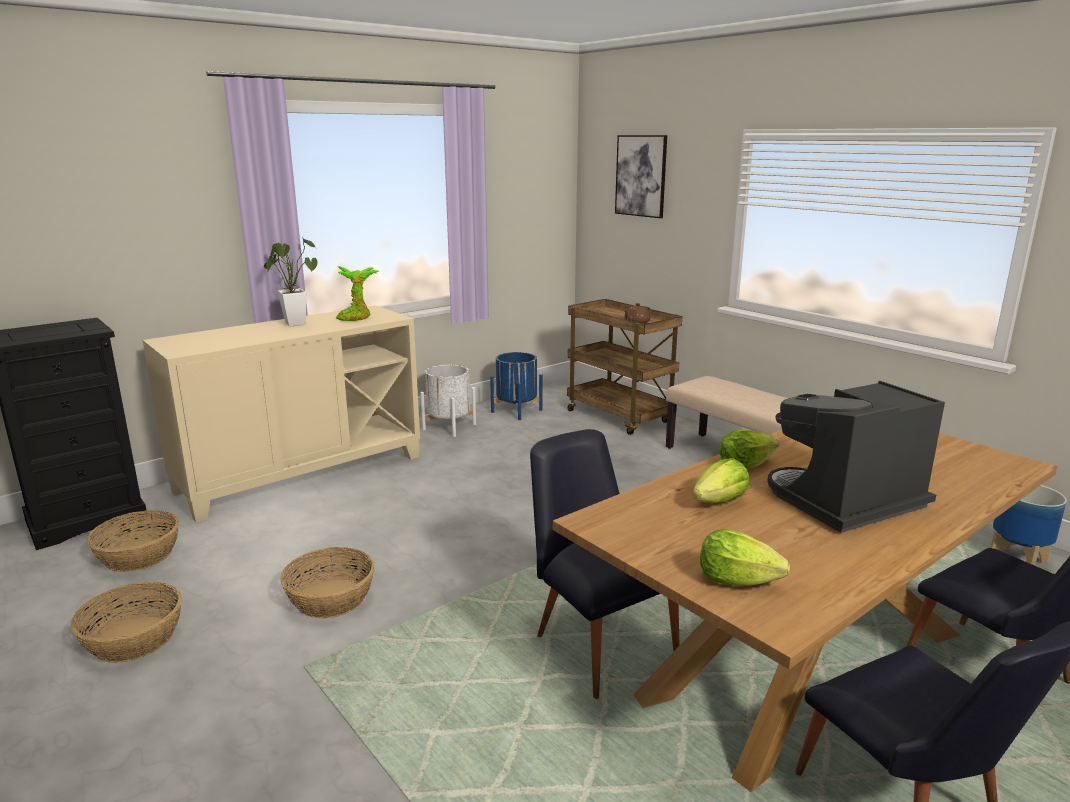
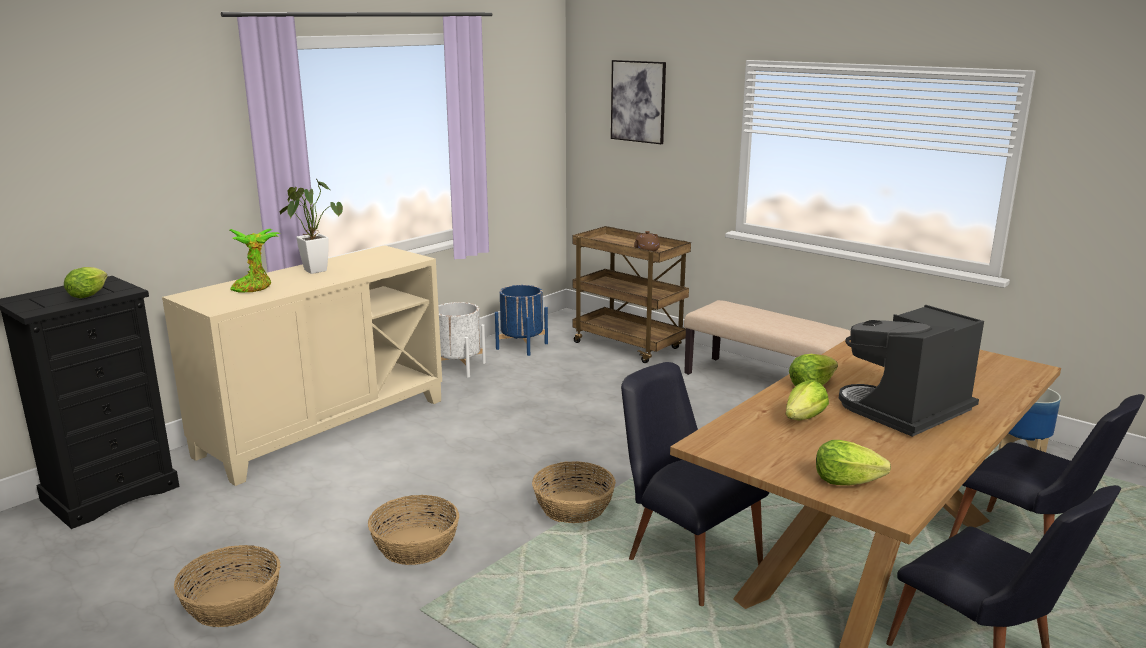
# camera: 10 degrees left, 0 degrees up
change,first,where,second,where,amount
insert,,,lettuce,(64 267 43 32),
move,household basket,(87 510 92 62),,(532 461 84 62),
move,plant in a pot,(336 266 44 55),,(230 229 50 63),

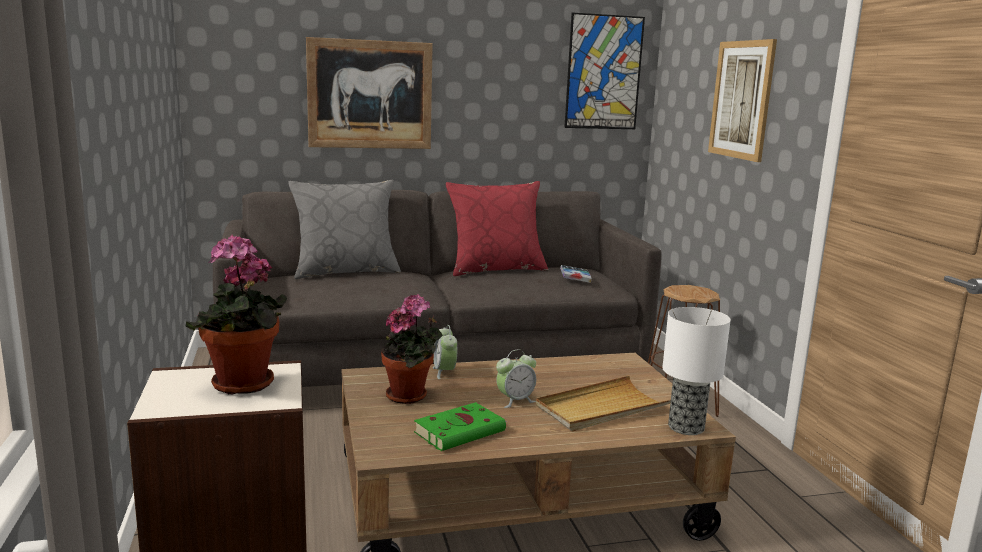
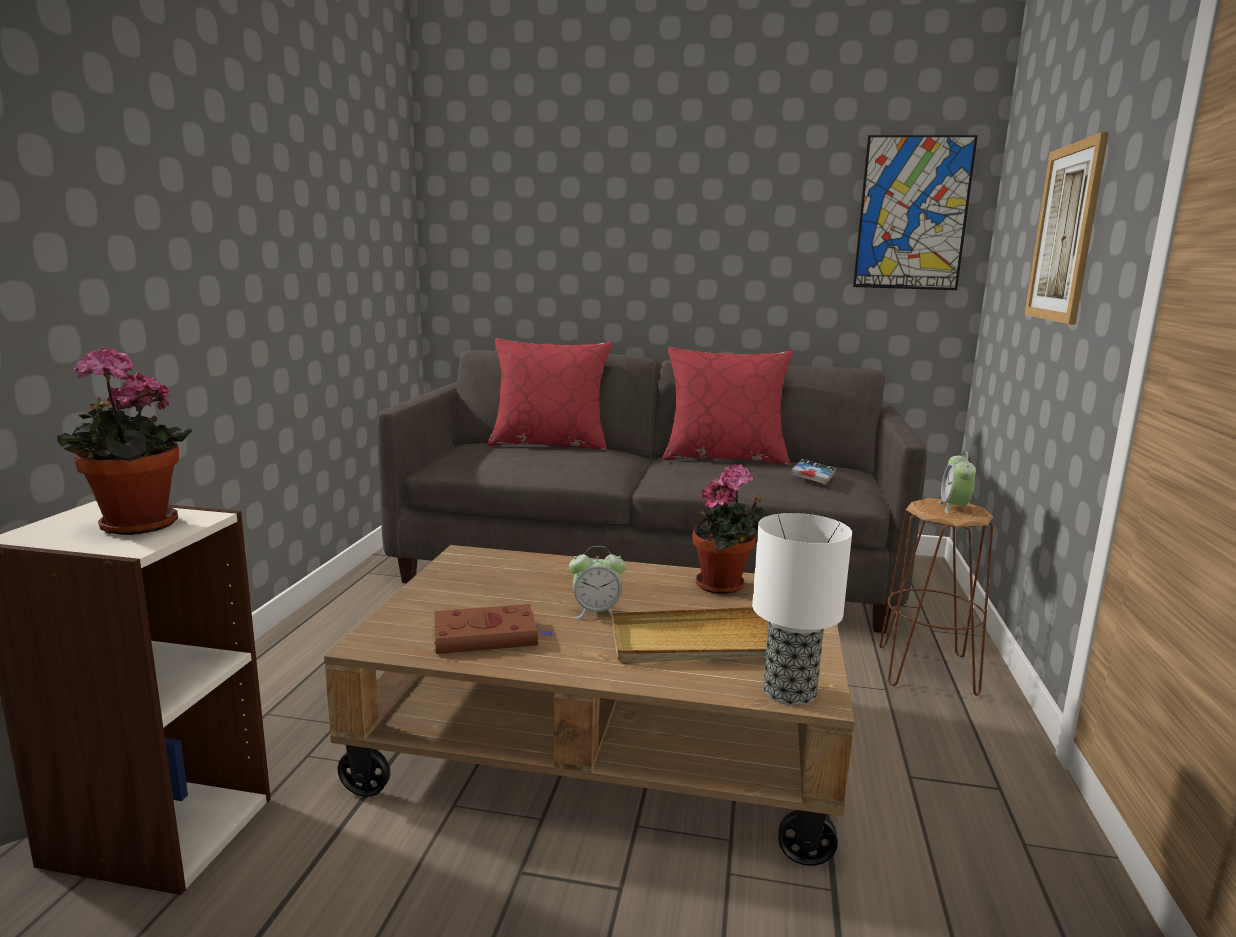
# camera: 25 degrees right, 0 degrees up
change,first,where,second,where,amount
delete,wall picture,(306 37 127 112),,,
move,plant in a pot,(381 294 62 110),,(692 464 75 130),
move,table clock,(433 325 24 54),,(938 451 38 63),
recolor,gray throw pillow,(288 180 113 99),red-coloured throw pillow,(487 338 126 113),
recolor,green book,(414 402 92 49),brownish book,(433 604 121 50),

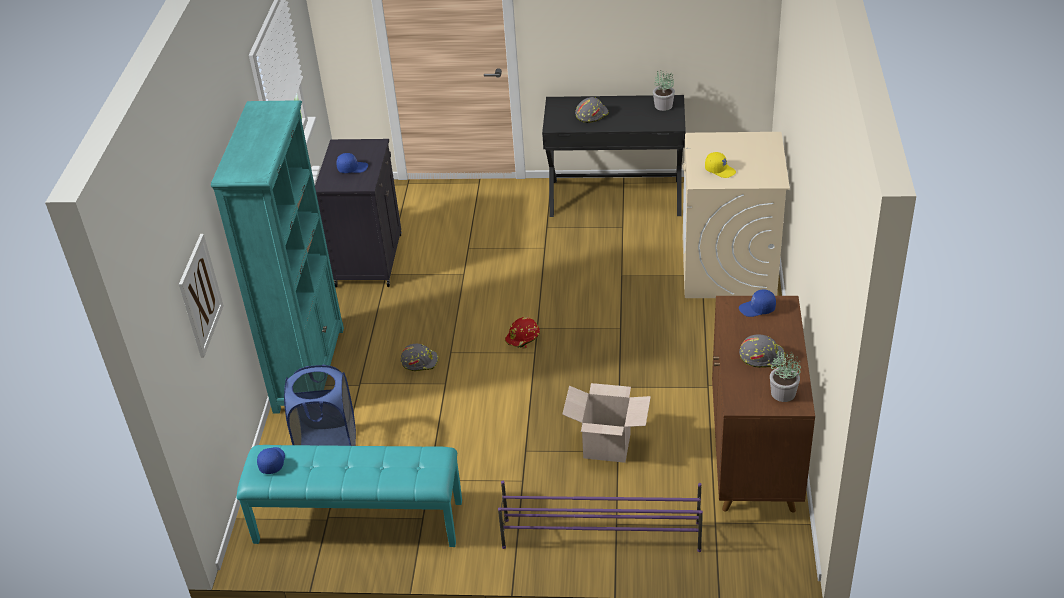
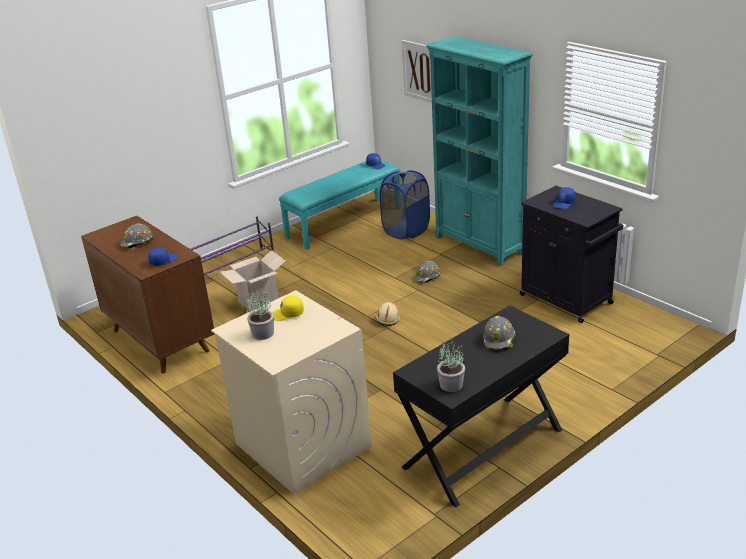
# camera: 135 degrees right, 10 degrees down
change,first,where,second,where,amount
move,plant in a pot,(770 350 31 52),,(247 290 27 50),
recolor,red-coloured hard hat,(505 317 35 32),beige hard hat,(375 302 25 24),

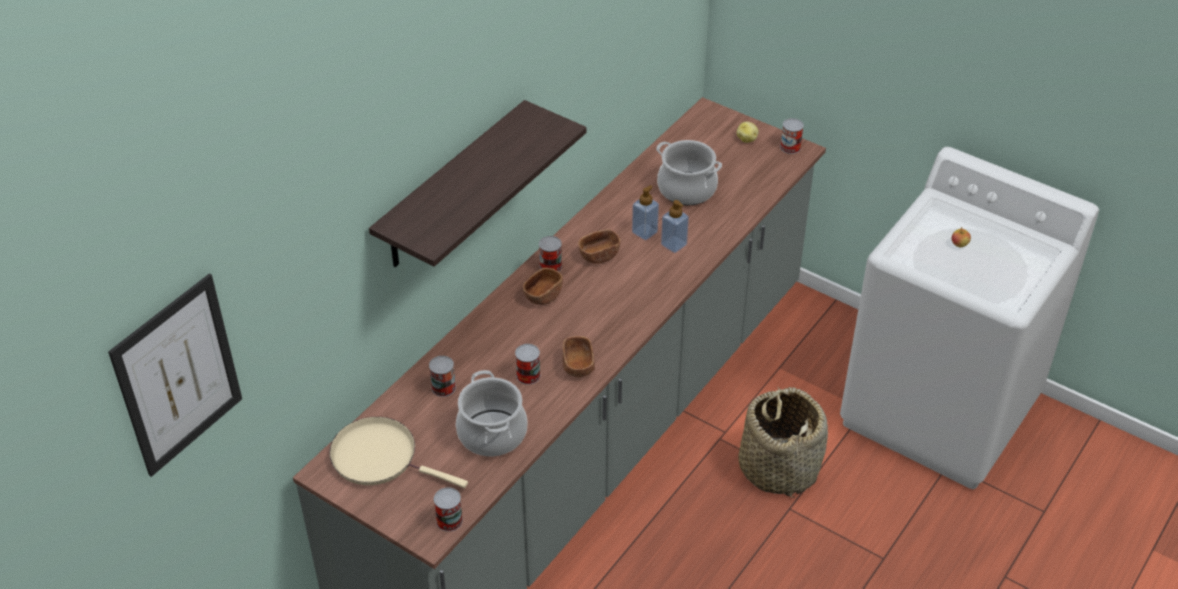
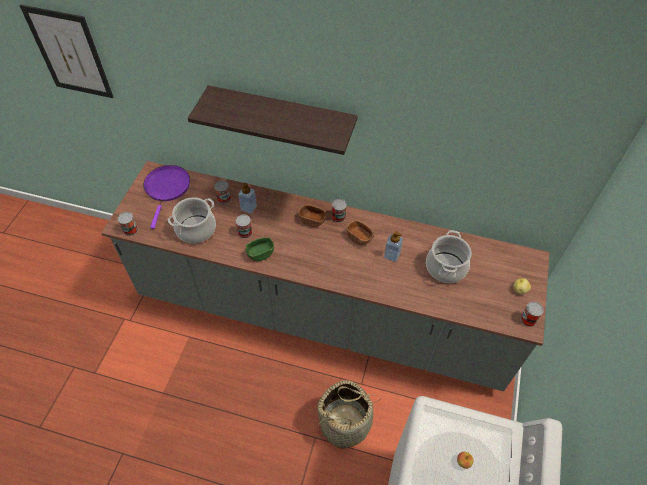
# camera: 70 degrees right, 10 degrees up
change,first,where,second,where,amount
move,liquid soap bottle,(661 200 28 53),,(238 183 19 30),
recolor,beige skillet,(329 417 139 71),purplish skillet,(144 165 46 64),
recolor,brownish bowl,(562 336 33 41),green bowl,(245 237 29 24),

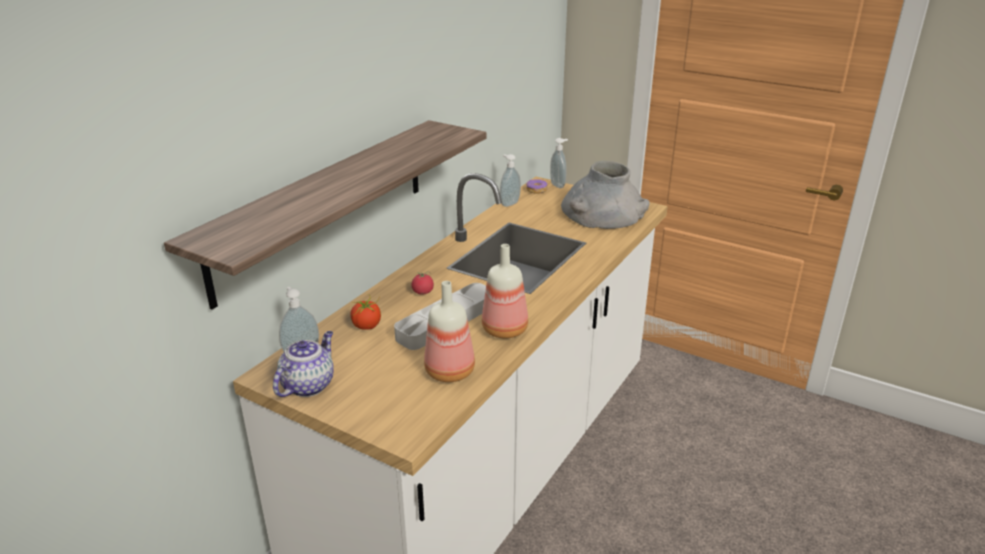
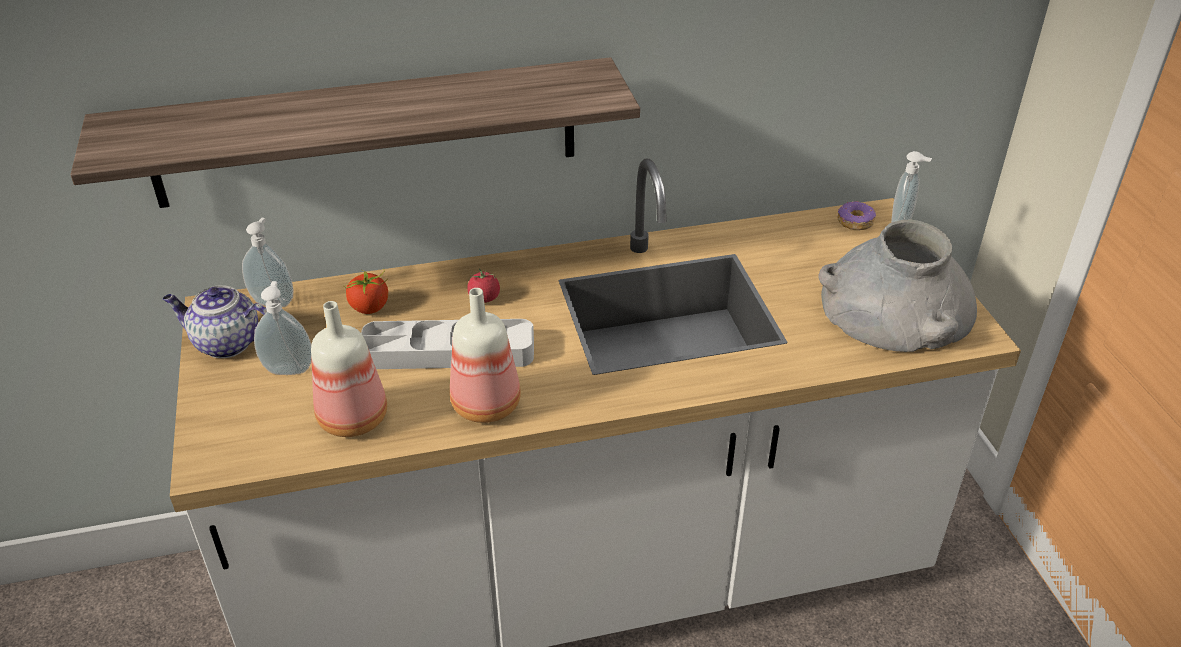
# camera: 45 degrees right, 10 degrees up
change,first,where,second,where,amount
move,liquid soap bottle,(500 154 21 53),,(254 281 58 94),
rotate,tea pot,(273 331 61 66),,(162 285 105 73),150 degrees counterclockwise

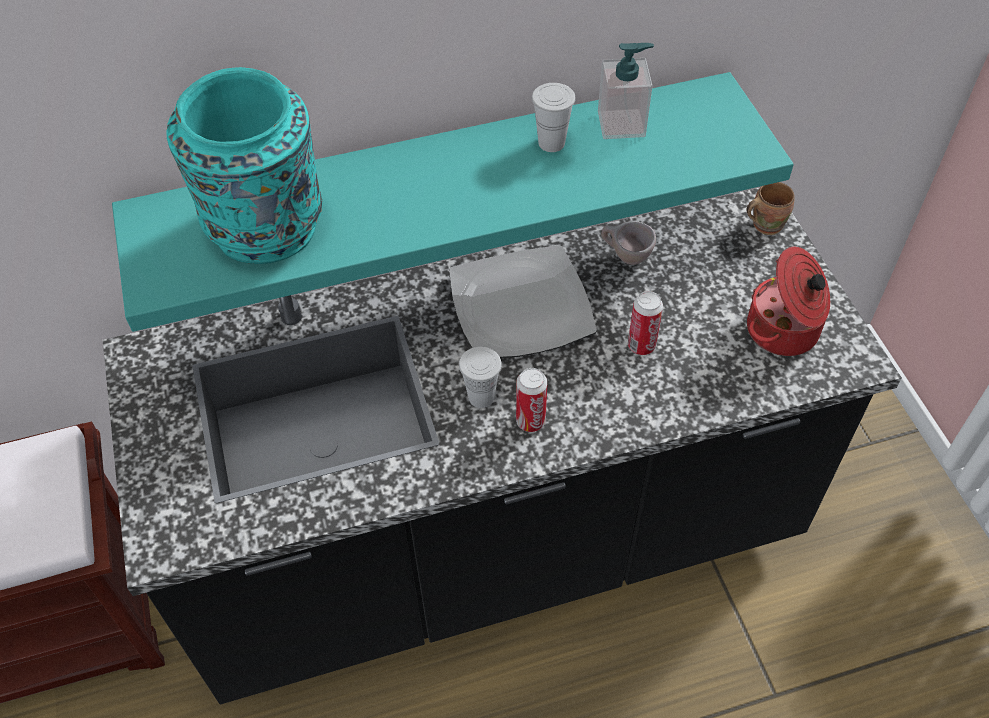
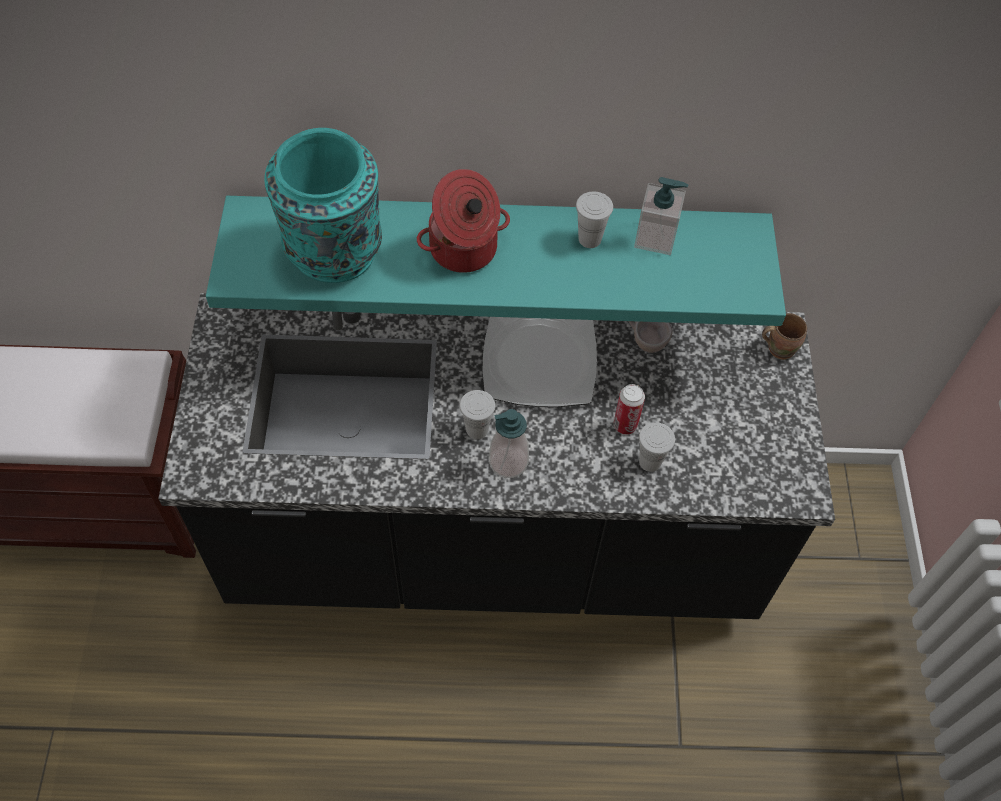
# camera: 15 degrees right, 5 degrees up
change,first,where,second,where,amount
insert,,,white-coloured drinking cup,(639 422 36 50),
move,cooking pot,(747 247 83 109),,(417 169 93 104),
replace,can,(516 368 32 64),liquid soap bottle,(489 409 40 69),

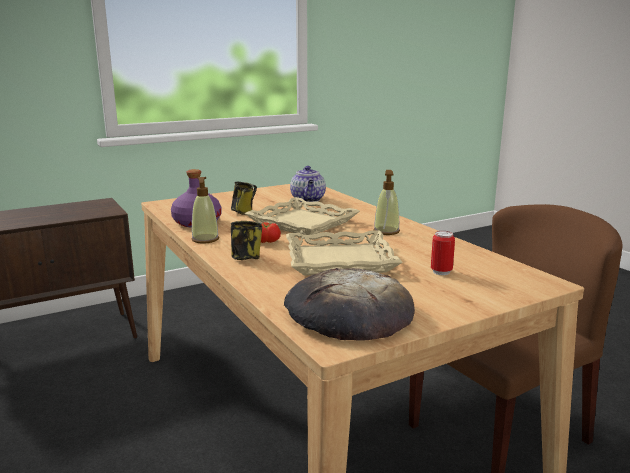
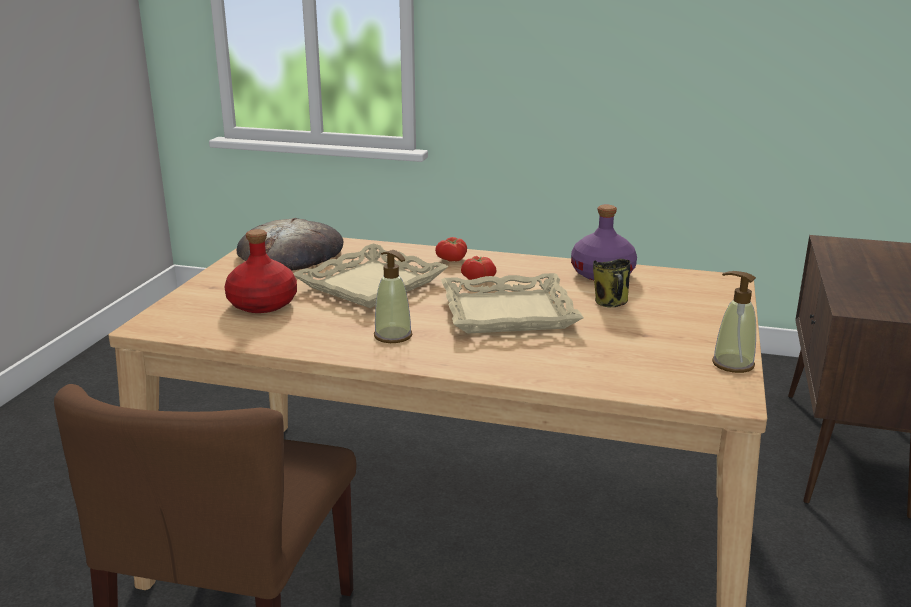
# camera: 135 degrees right, 5 degrees up
change,first,where,second,where,amount
delete,tea pot,(290 166 36 36),,,
move,liquid soap bottle,(191 177 28 67),,(712 271 44 102),
replace,coffee mug,(231 221 31 39),whole tomato,(435 237 32 25),
replace,can,(431 231 24 44),red-coloured drink bottle,(224 229 73 84),

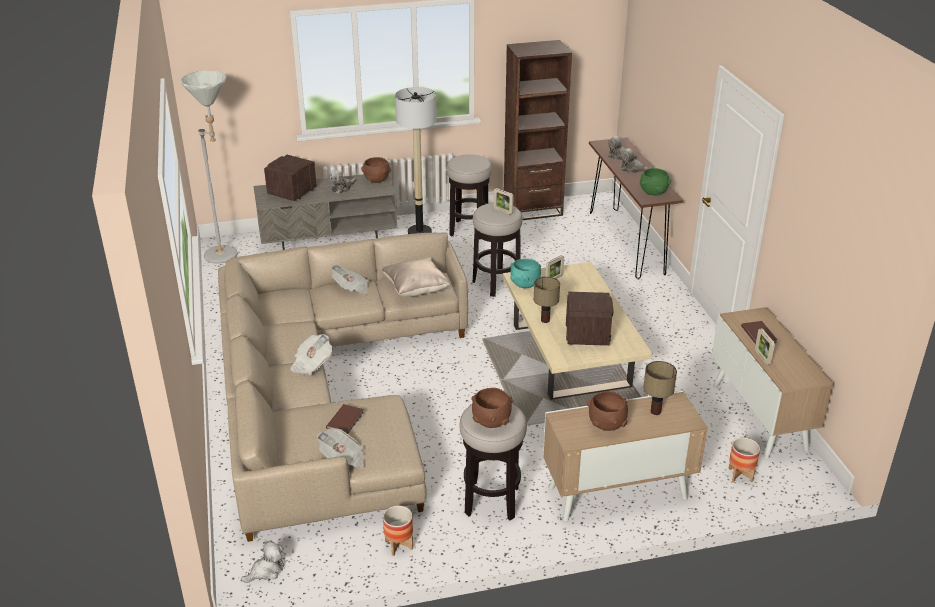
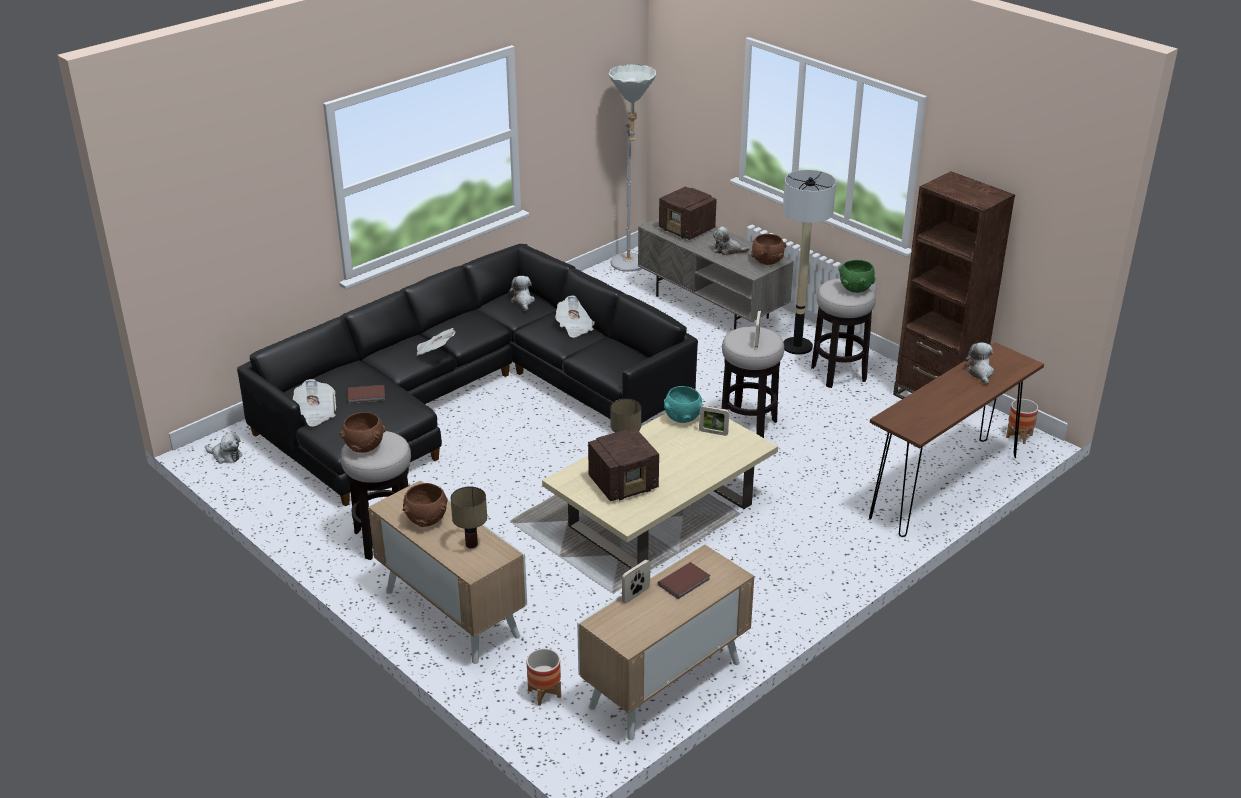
# camera: 60 degrees right, 0 degrees up
change,first,where,second,where,amount
delete,beige throw pillow,(382 258 68 39),,,
move,plant pot,(383 506 30 50),,(1006 399 32 45),
move,plush toy,(620 148 31 25),,(509 276 26 35),
move,green bowl,(639 168 33 28),,(838 260 38 33),
recolor,beige couch,(218 233 250 309),black-coloured couch,(237 244 461 262),
rotate,radio receiver,(264 155 53 46),,(659 186 58 54),135 degrees counterclockwise

